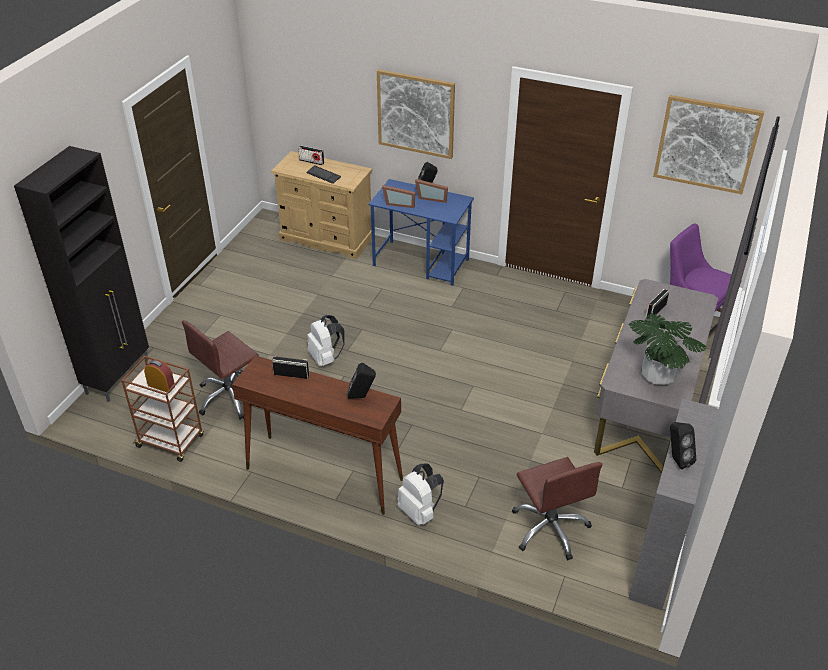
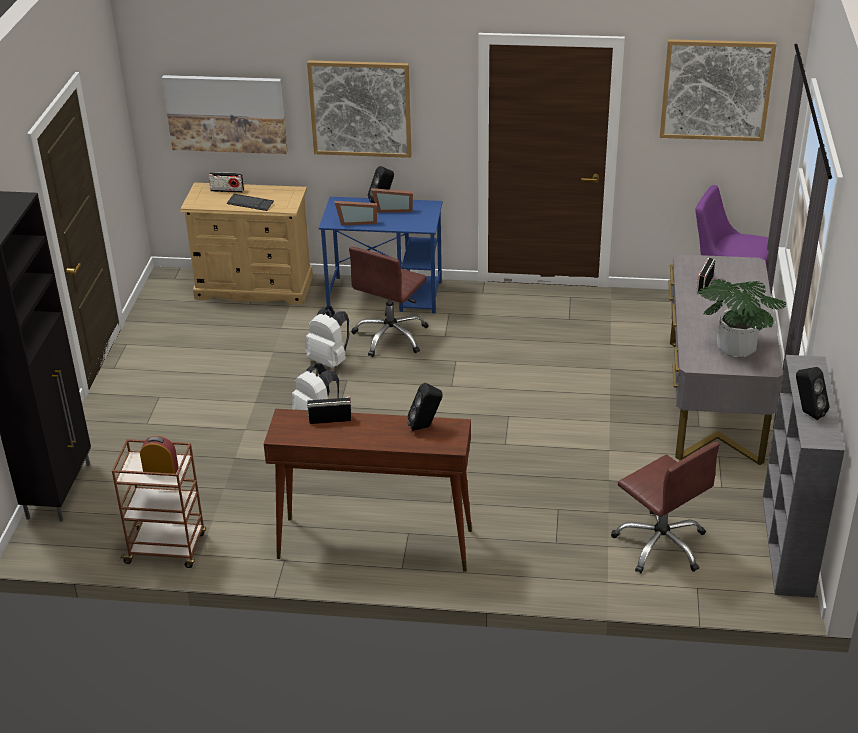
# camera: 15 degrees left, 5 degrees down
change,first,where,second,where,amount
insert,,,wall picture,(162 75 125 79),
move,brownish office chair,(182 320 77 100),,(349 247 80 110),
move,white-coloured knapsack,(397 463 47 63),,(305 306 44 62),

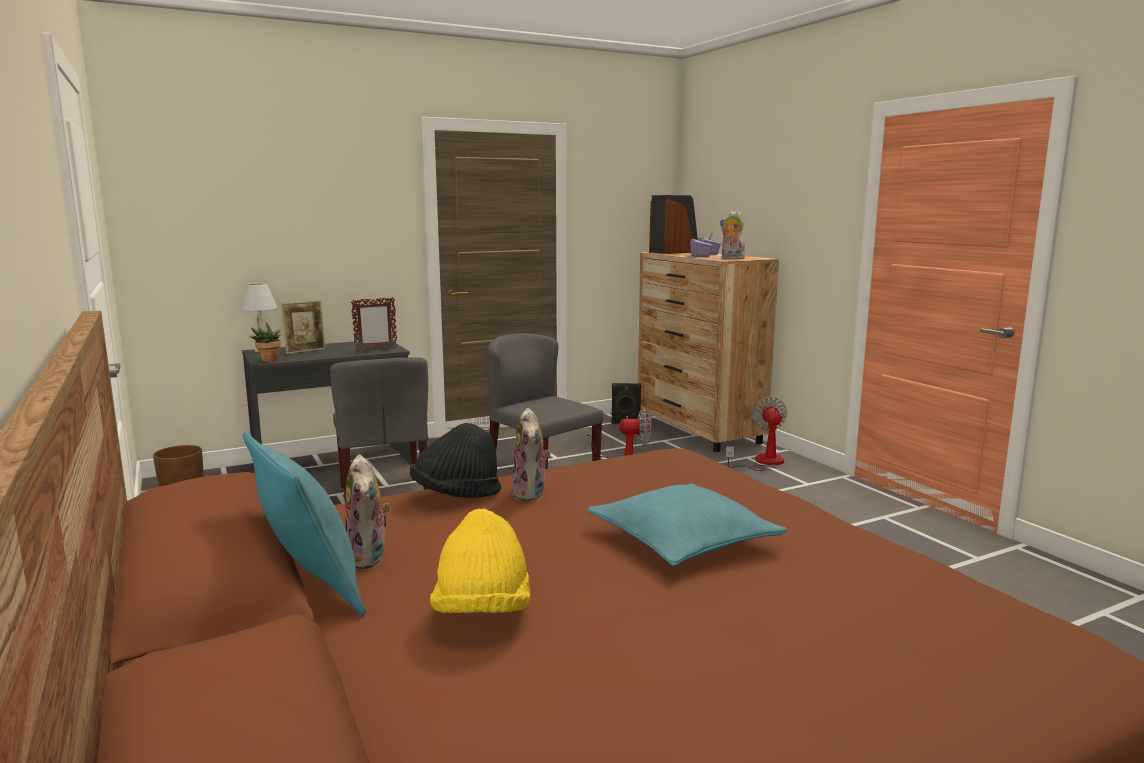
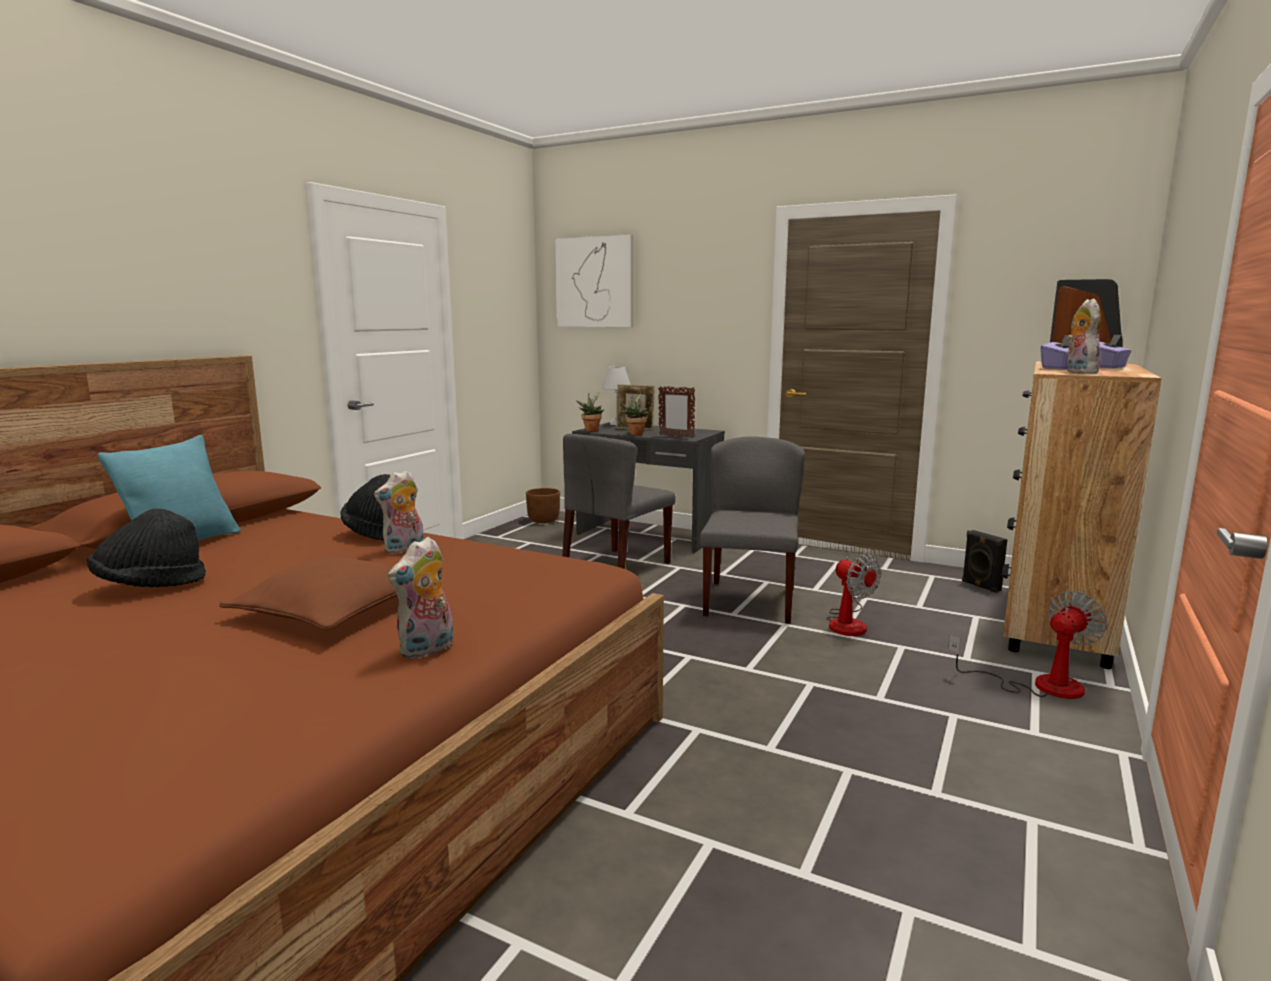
# camera: 55 degrees right, 0 degrees up
change,first,where,second,where,amount
insert,,,wall picture,(555 234 78 93),
insert,,,plant in a pot,(621 393 28 42),
move,plush toy,(345 454 46 115),,(388 537 66 122),
recolor,yellow wearable hat,(430 509 101 104),black-coloured wearable hat,(87 508 119 79),
recolor,blue-green throw pillow,(587 483 200 83),brownish throw pillow,(219 557 178 73),

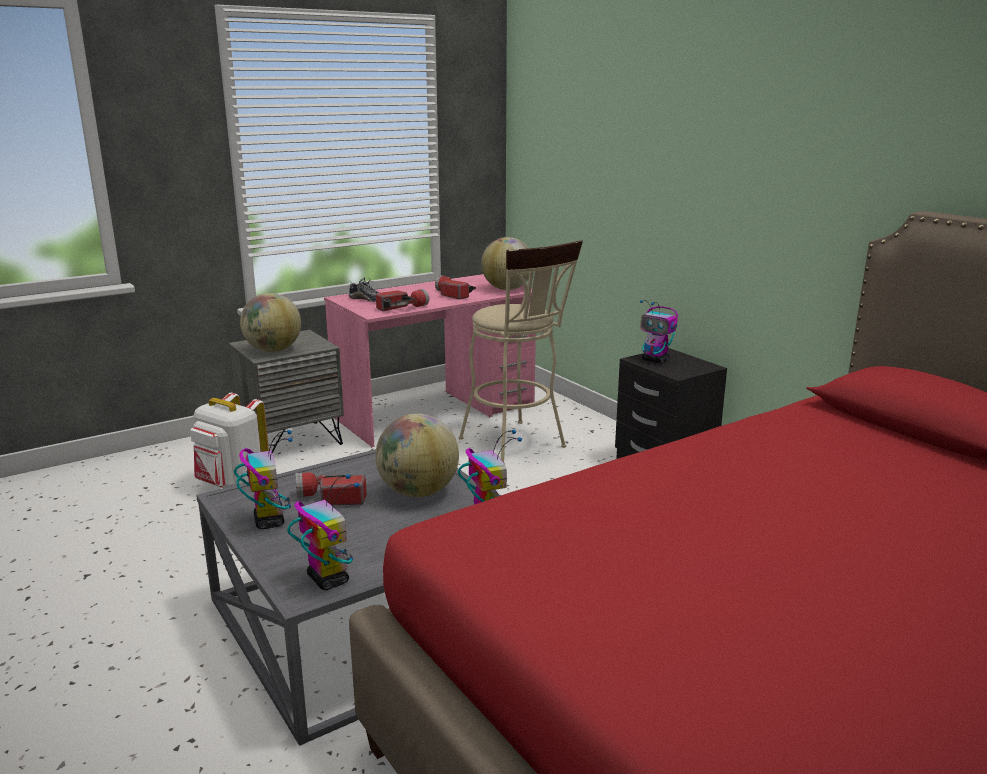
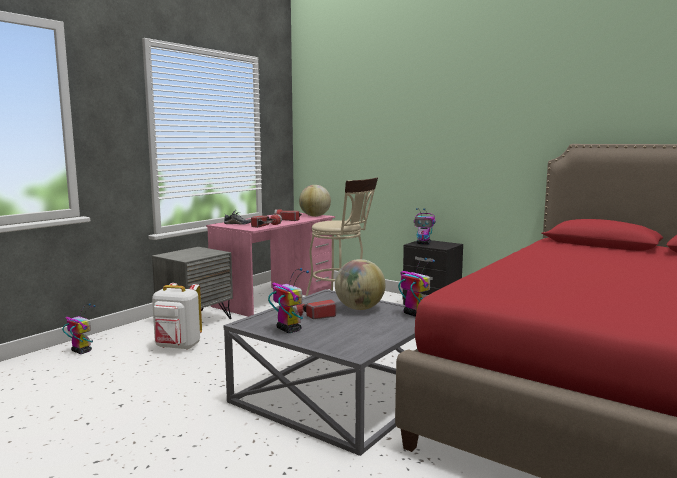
# camera: 20 degrees left, 10 degrees down
change,first,where,second,where,amount
delete,globe,(240 293 61 59),,,
move,model robot,(287 474 72 116),,(62 303 33 51),

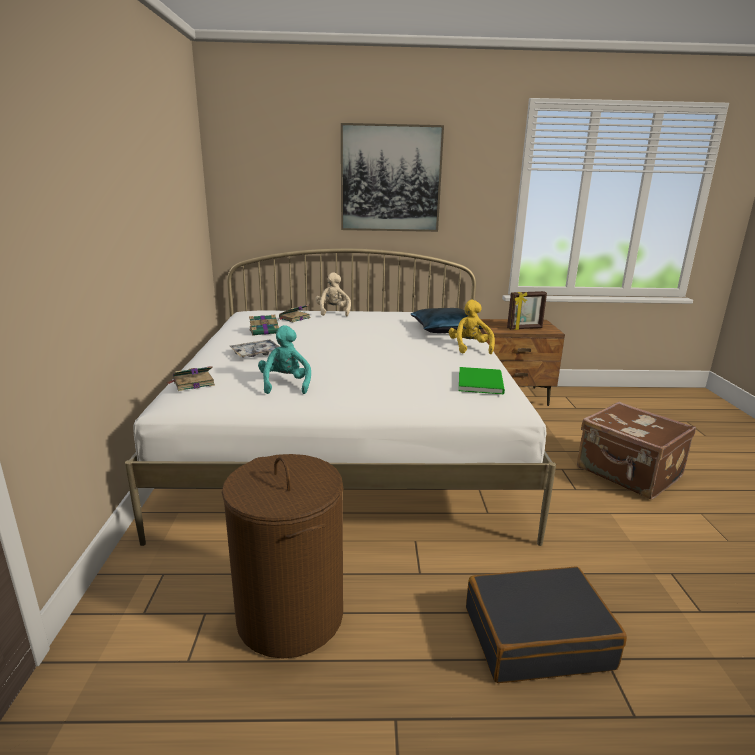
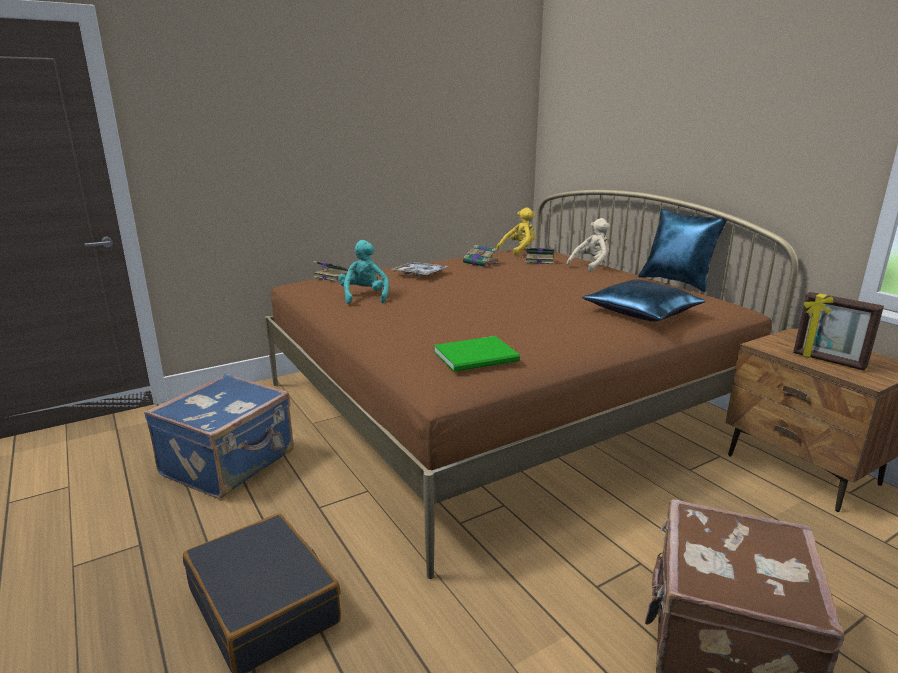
# camera: 60 degrees right, 0 degrees up
change,first,where,second,where,amount
delete,wall picture,(341 123 103 109),,,
insert,,,bluish throw pillow,(638 209 89 83),
move,yellow plush toy,(449 300 46 54),,(496 208 39 48),
replace,brownish hamper,(222 454 121 205),bluish travel case,(144 374 150 124),
recolor,white-coloured sleeping bed,(125 248 431 298),brownish sleeping bed,(265 190 534 389),
rotate,blue-green plush toy,(258 325 53 69),,(338 240 51 64),60 degrees counterclockwise

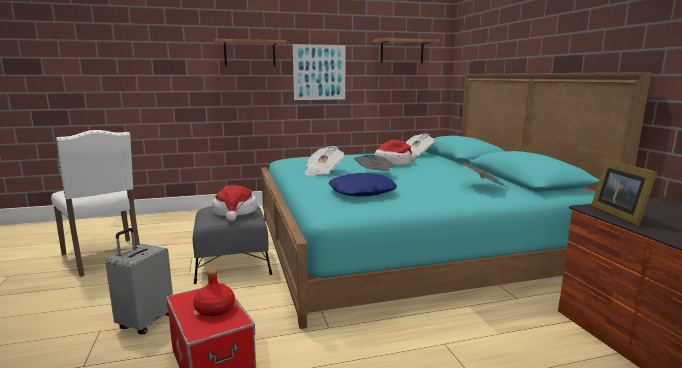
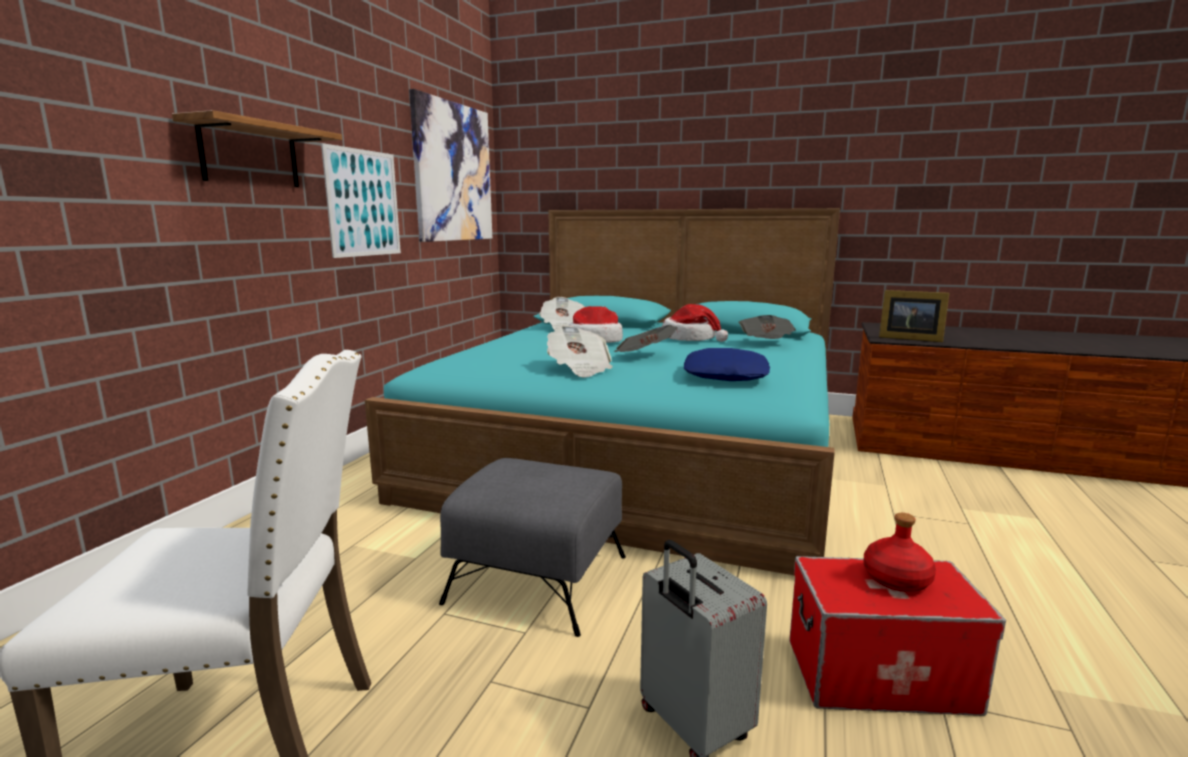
# camera: 55 degrees left, 0 degrees up
change,first,where,second,where,amount
move,wearable hat,(212 185 45 36),,(662 304 66 38),
replace,wall shelf,(373 38 67 25),wall picture,(409 89 83 153),

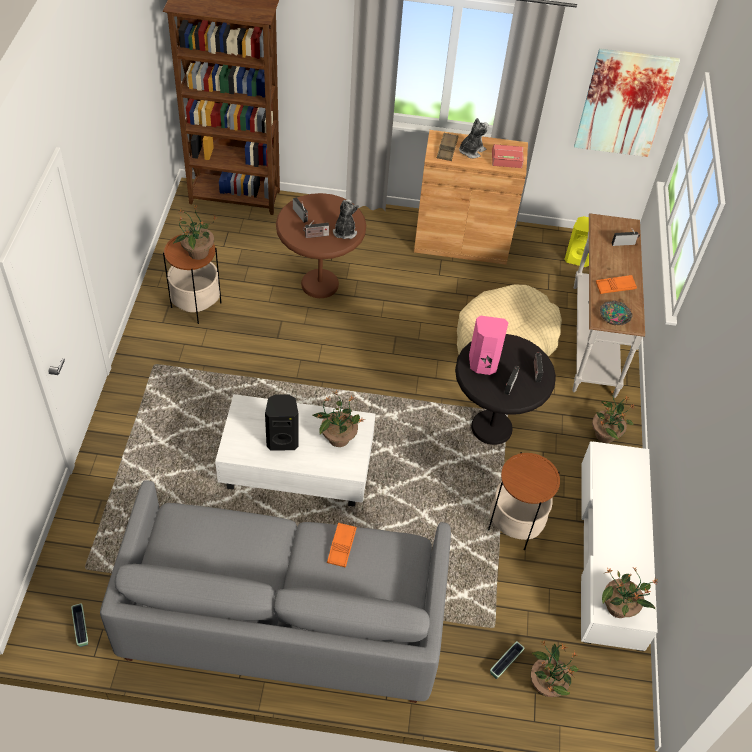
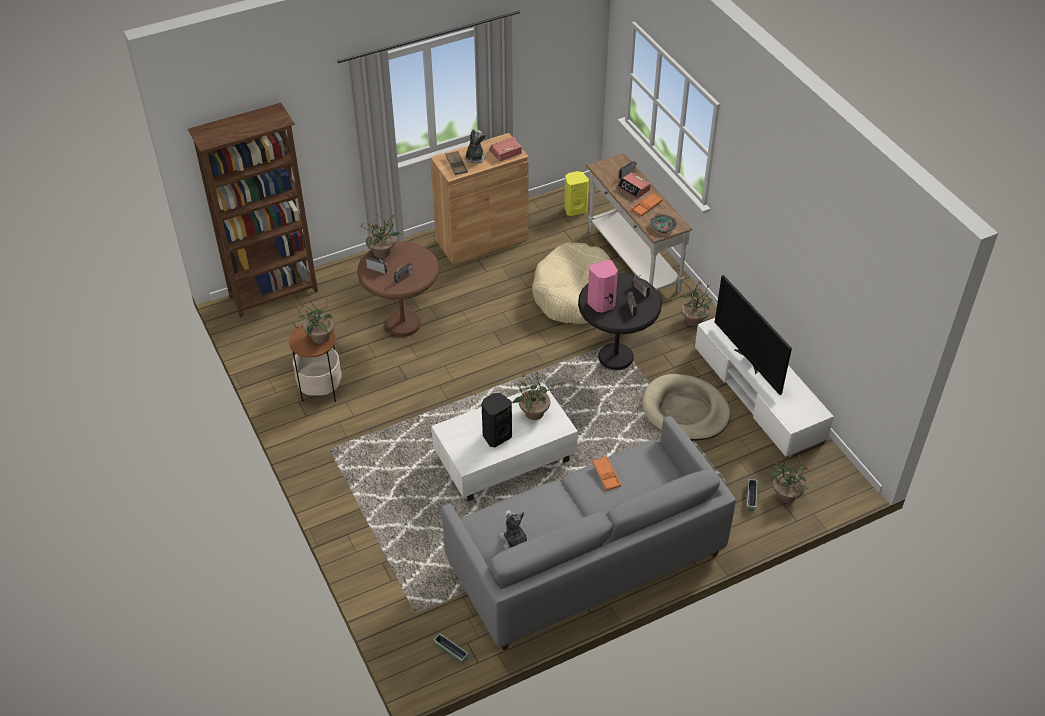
# camera: 30 degrees left, 5 degrees down
change,first,where,second,where,amount
delete,wall picture,(574 48 106 109),,,
insert,,,table clock,(617 172 34 27),
insert,,,television,(715 275 77 120),
move,plush toy,(333 199 26 40),,(500 510 28 39),
move,plant in a pot,(602 567 56 51),,(359 214 44 44),
replace,accent table,(488 452 72 98),beige dog bed,(642 374 89 67),

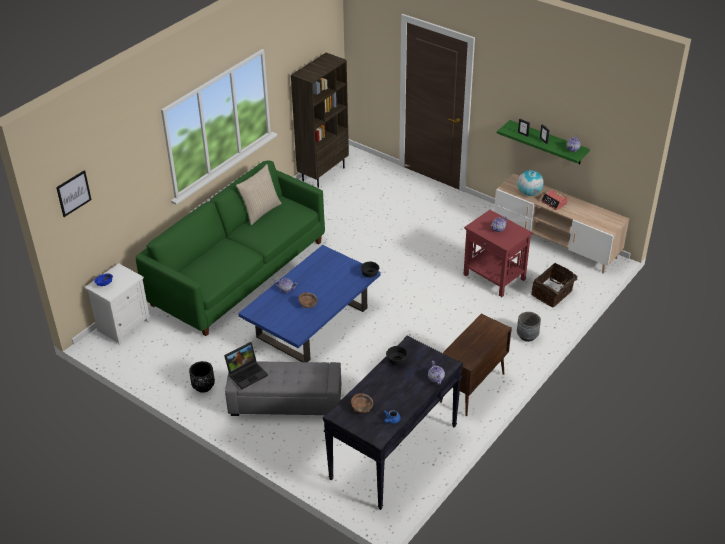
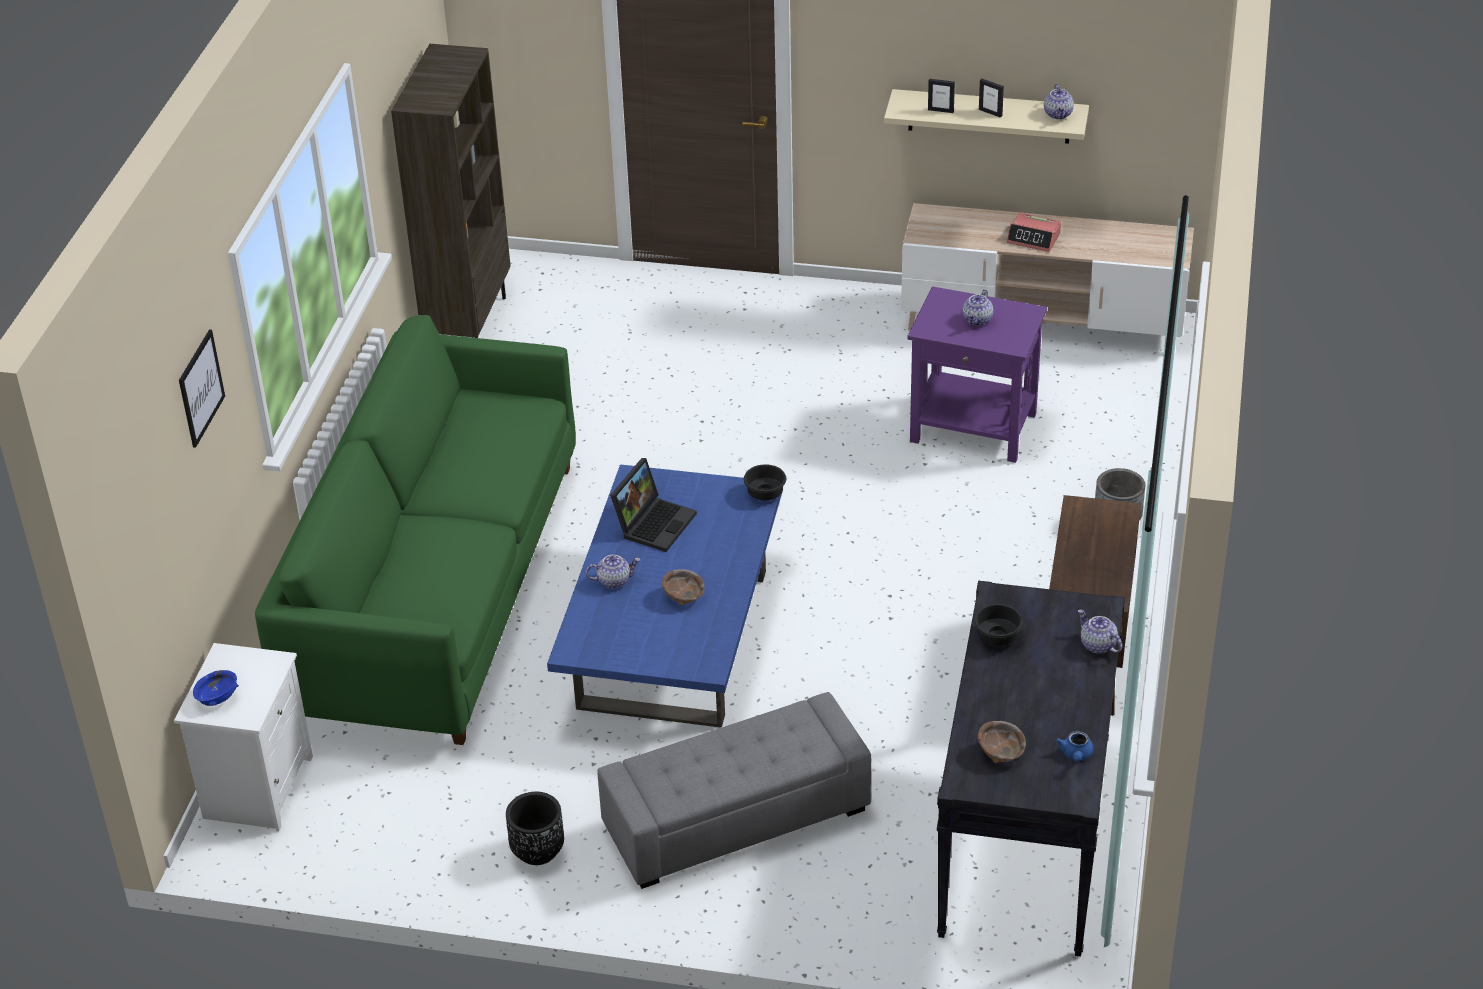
# camera: 25 degrees left, 0 degrees up
change,first,where,second,where,amount
delete,beige throw pillow,(236 164 46 61),,,
delete,globe,(517 170 27 26),,,
delete,household basket,(531 263 51 44),,,
move,wall picture,(56 170 36 47),,(179 329 46 119),
move,laptop,(224 342 44 47),,(610 458 87 94),
recolor,red-coloured accent table,(463 210 70 87),purplish accent table,(908 286 139 177),
recolor,green wall shelf,(497 120 93 44),beige wall shelf,(884 89 205 55),

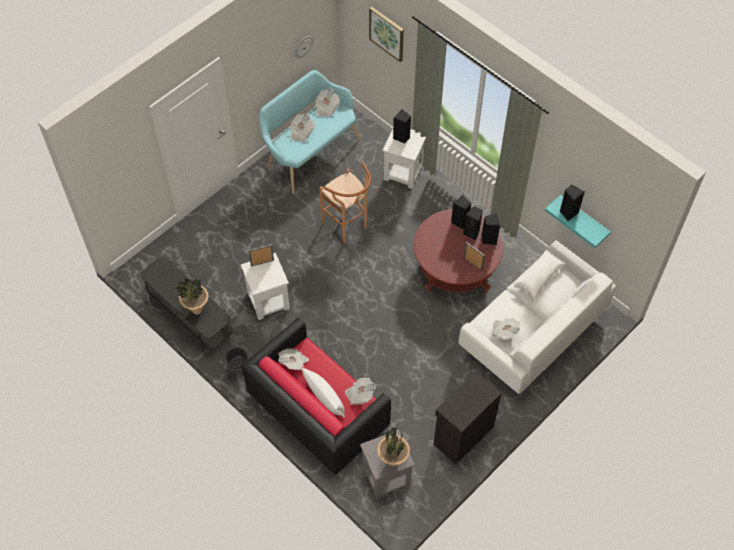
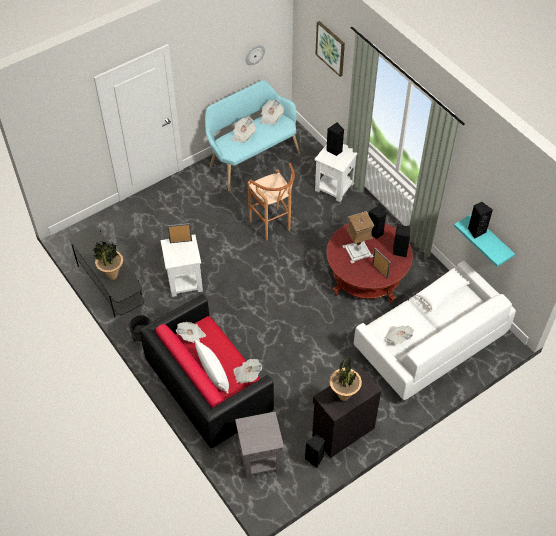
# camera: 10 degrees right, 5 degrees down
change,first,where,second,where,amount
insert,,,tabletop lamp,(342 211 32 53),
move,plant in a pot,(377 427 33 39),,(330 358 32 43),
move,black-coloured speaker,(463 206 20 34),,(305 434 20 34),

